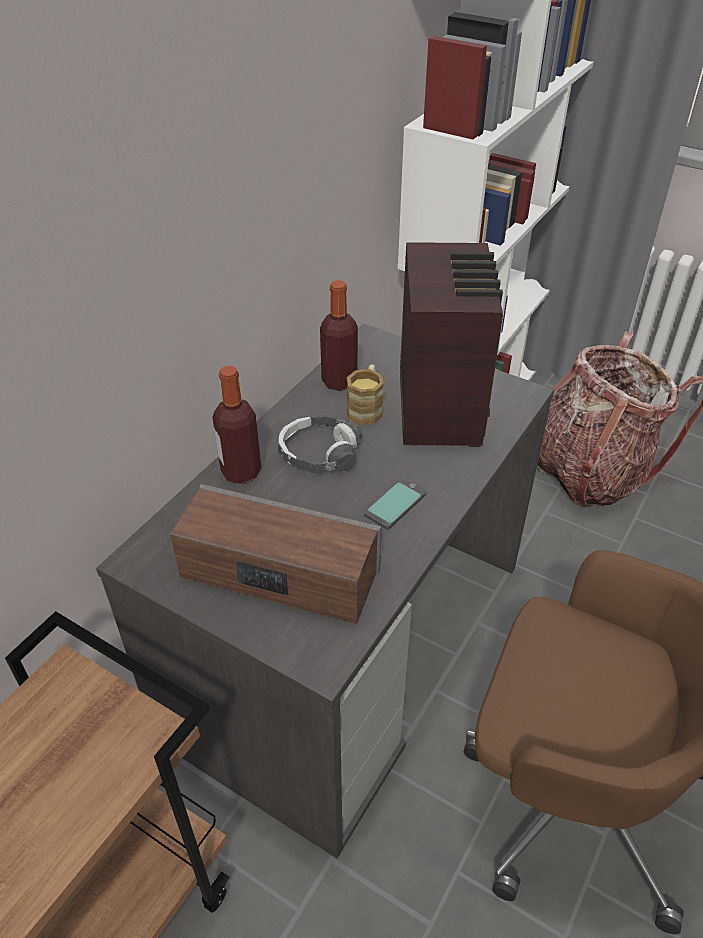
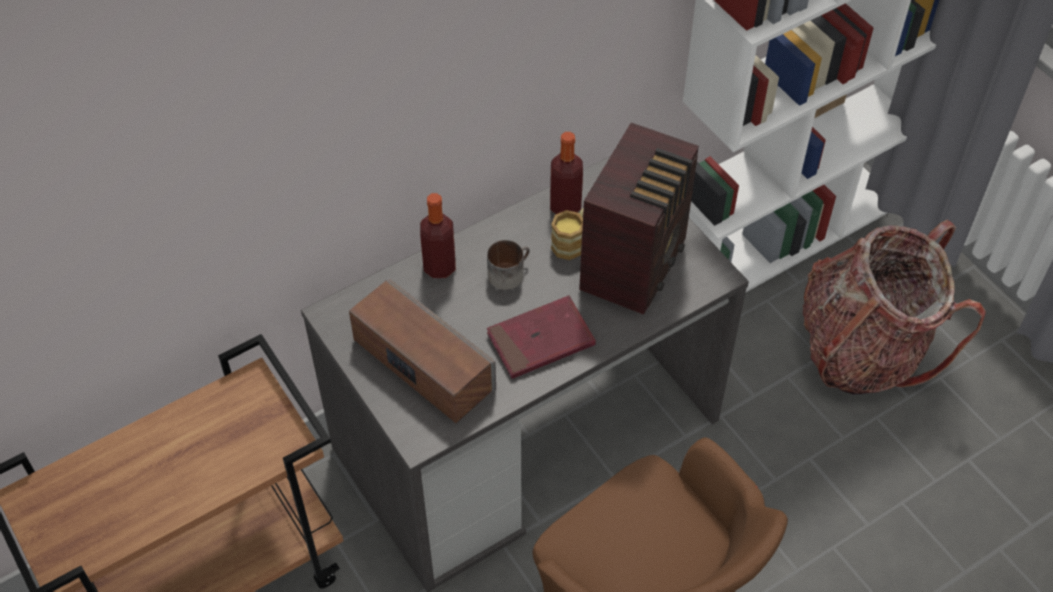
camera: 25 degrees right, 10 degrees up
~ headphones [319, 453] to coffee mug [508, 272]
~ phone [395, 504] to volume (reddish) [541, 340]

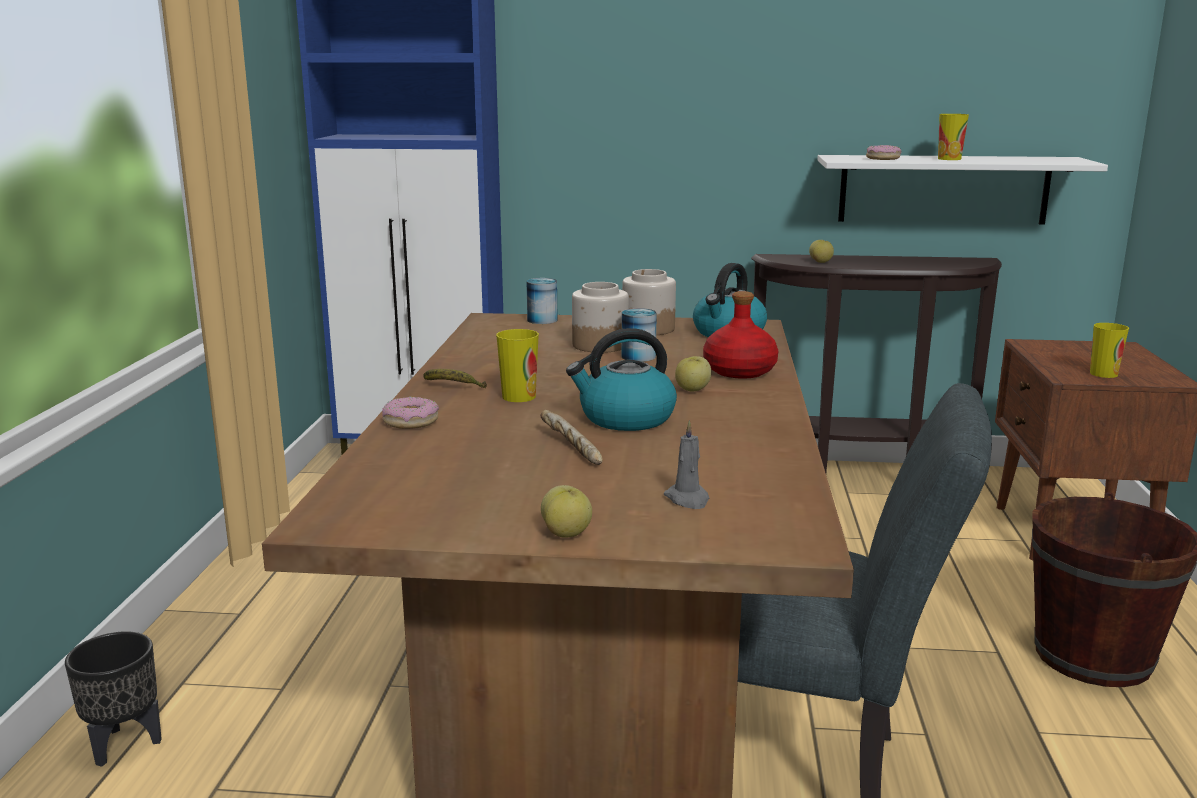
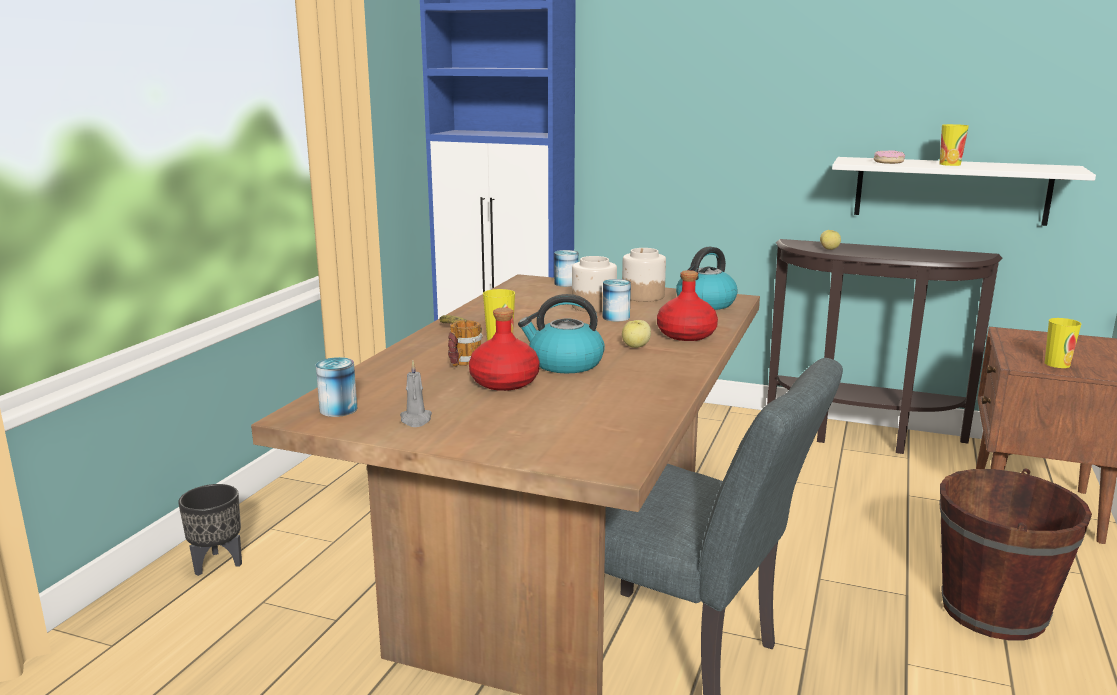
camera: 15 degrees right, 0 degrees up
+ metal can [338, 409]
~ wax light (greyish) [688, 499] to [416, 420]
+ coffee mug [463, 363]
~ baked bread [570, 448] to drink bottle (reddish) [505, 382]
- donut [410, 422]
- apple [566, 533]

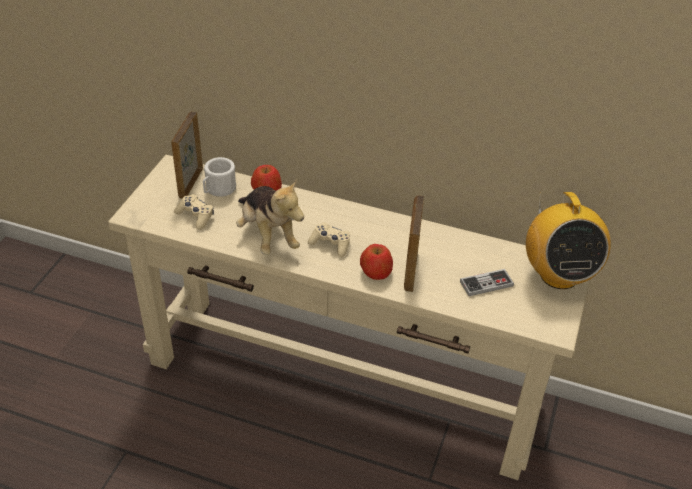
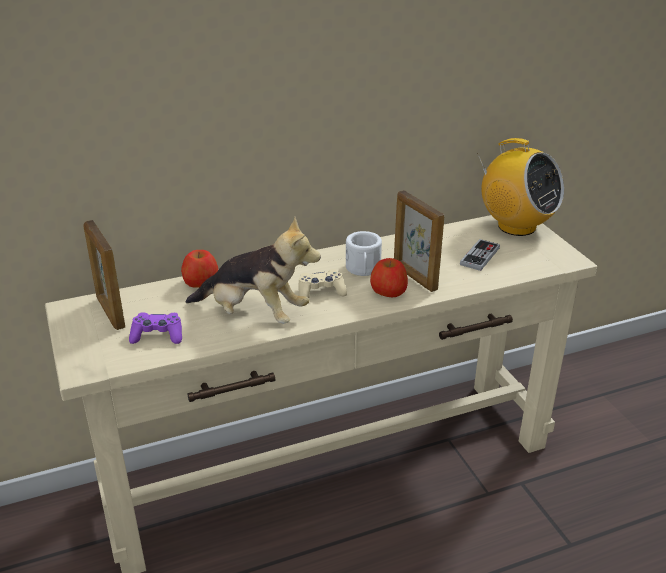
camera: 40 degrees left, 10 degrees down
~ joypad (beige) [195, 216] to joypad (purple) [157, 335]
~ coffee mug (whitish) [218, 189] to [363, 269]

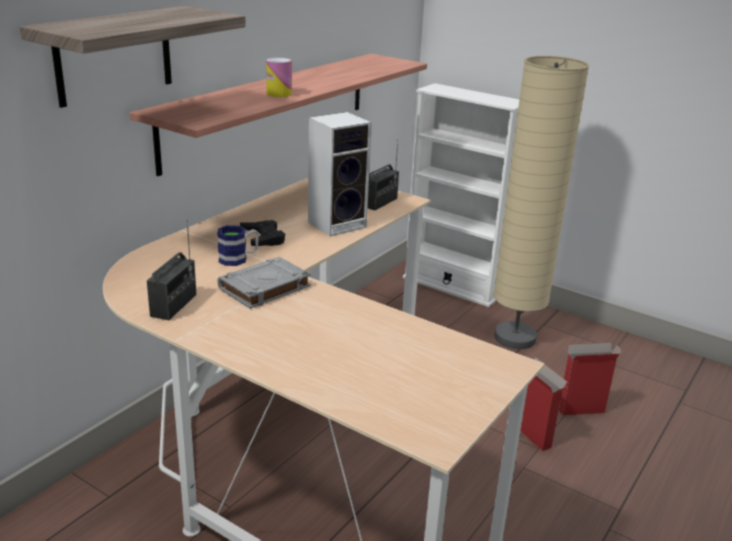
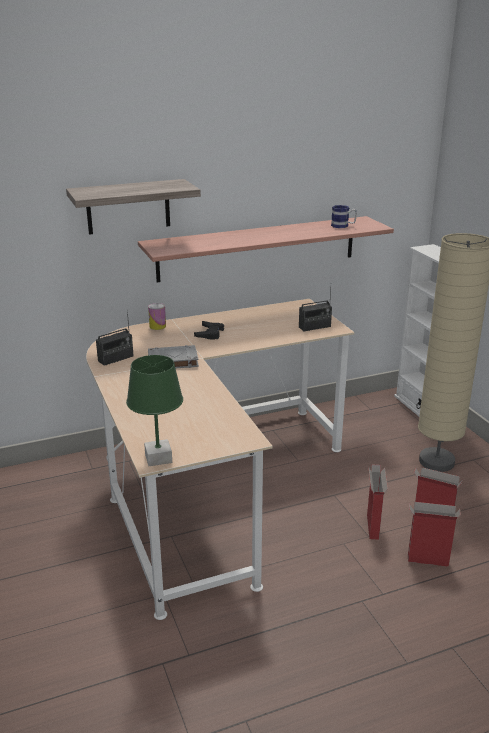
camera: 35 degrees right, 0 degrees up
+ table lamp (greenish) [158, 459]
~ metal can [279, 94] to [157, 326]
~ coffee mug [238, 258] to [343, 226]
+ carton [426, 560]
- audio speaker [338, 224]

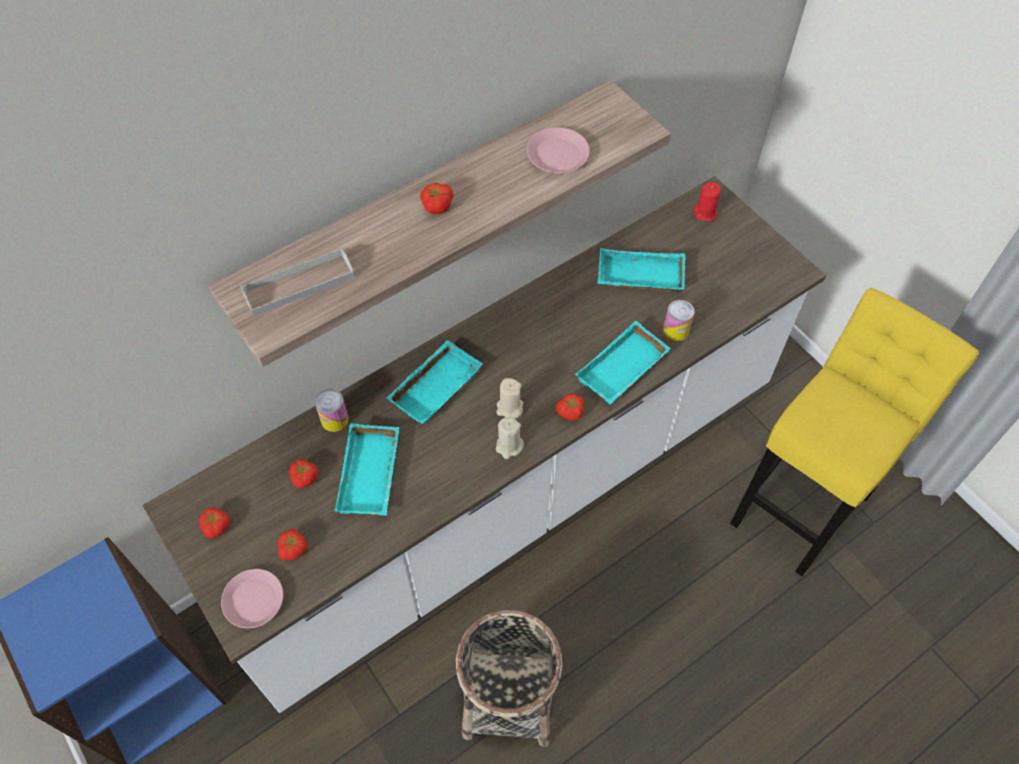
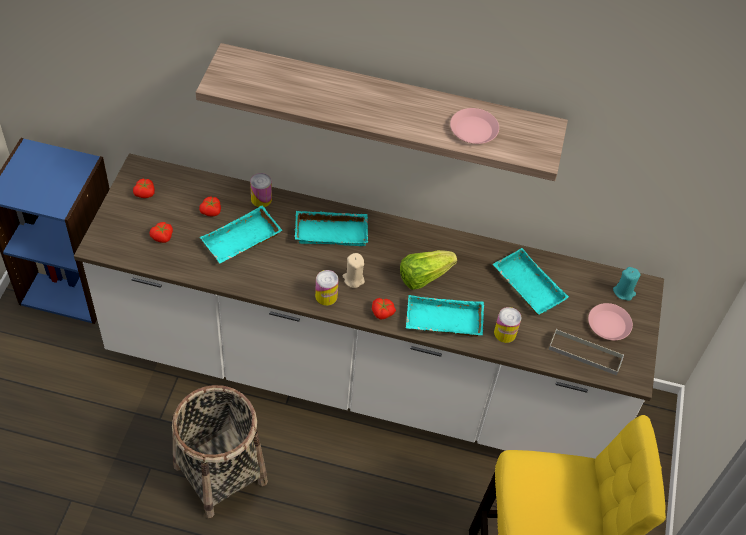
camera: 45 degrees right, 5 degrees down
~ wax light (beige) [509, 446] to metal can [326, 296]
+ head of lettuce [424, 277]
~ tray (greyish) [299, 285] to [585, 353]
~ flat dish (pink-coloured) [254, 600] to [609, 324]
~ wax light (reddish) [705, 213] to wax light (blue-green) [624, 292]
- fresh tomato [436, 205]

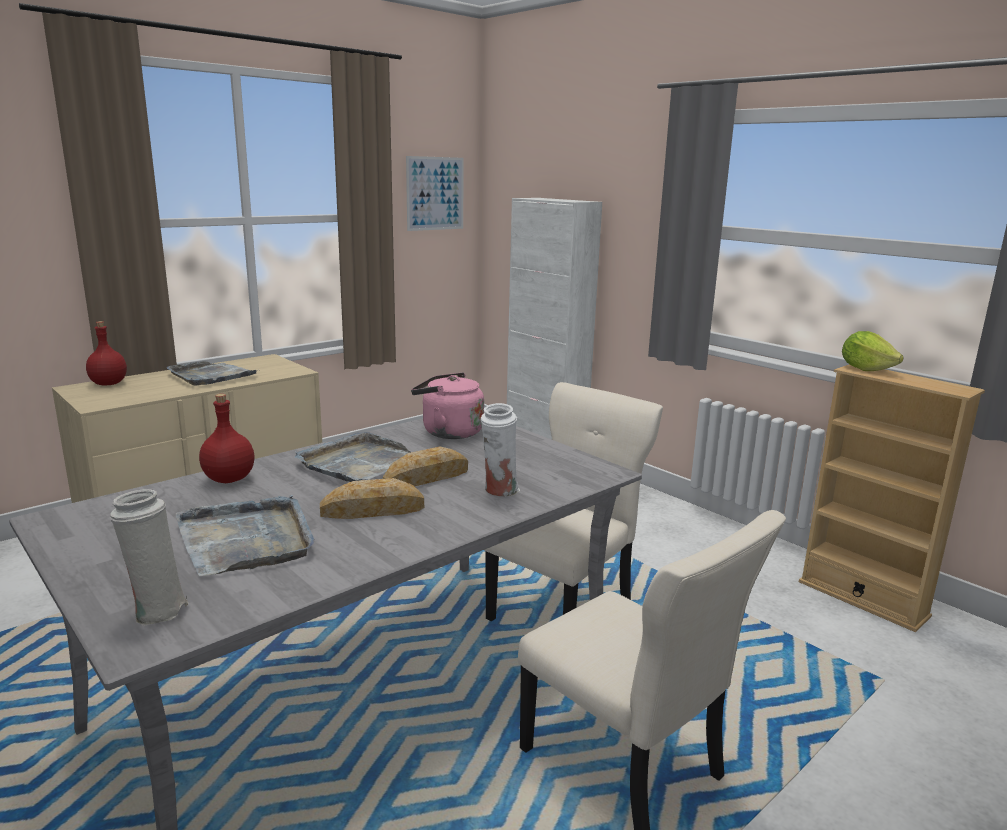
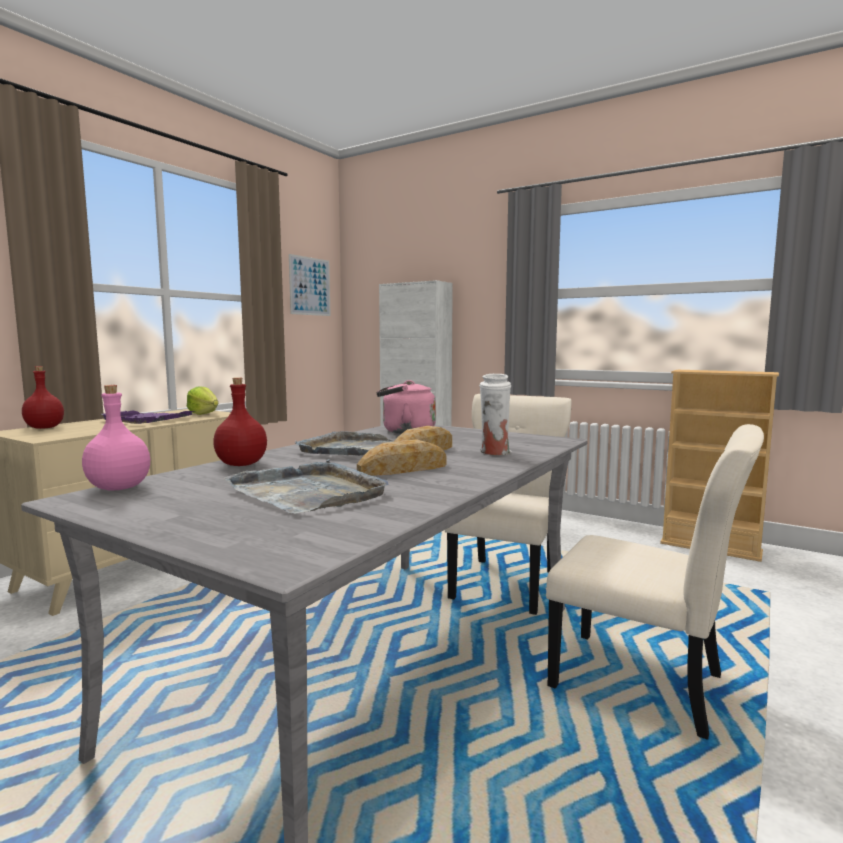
camera: 15 degrees left, 10 degrees down
+ drink bottle (pink-coloured) [117, 488]
~ tray (greyish) [211, 376] to tray (purple) [147, 419]
~ head of lettuce [866, 369] to [203, 414]
- flower vase (whitish) [156, 610]

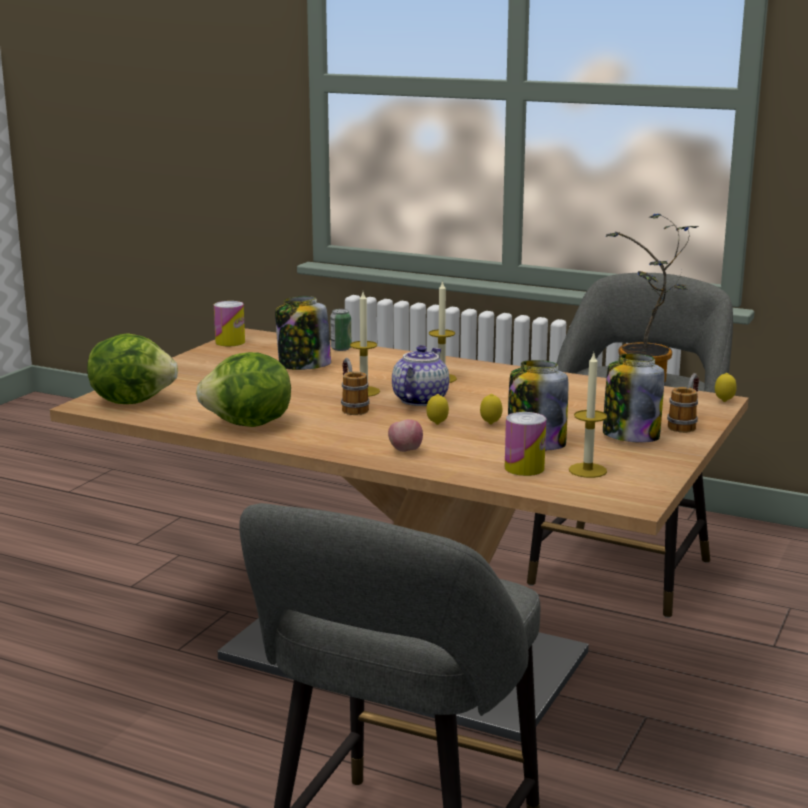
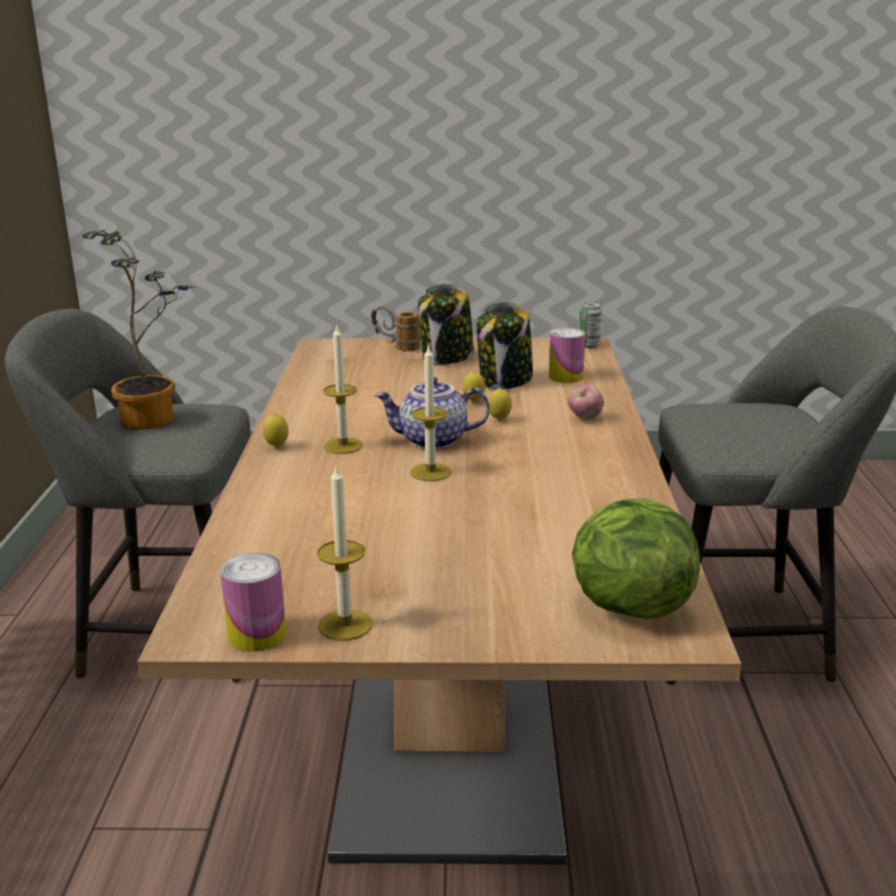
camera: 115 degrees left, 5 degrees up
~ citrus fruit [724, 402] to [277, 447]
~ wax light [587, 470] to [345, 625]
~ metal can [341, 348] to [589, 345]
- head of lettuce [249, 425]
- jar [303, 366]
- coffee mug [352, 407]

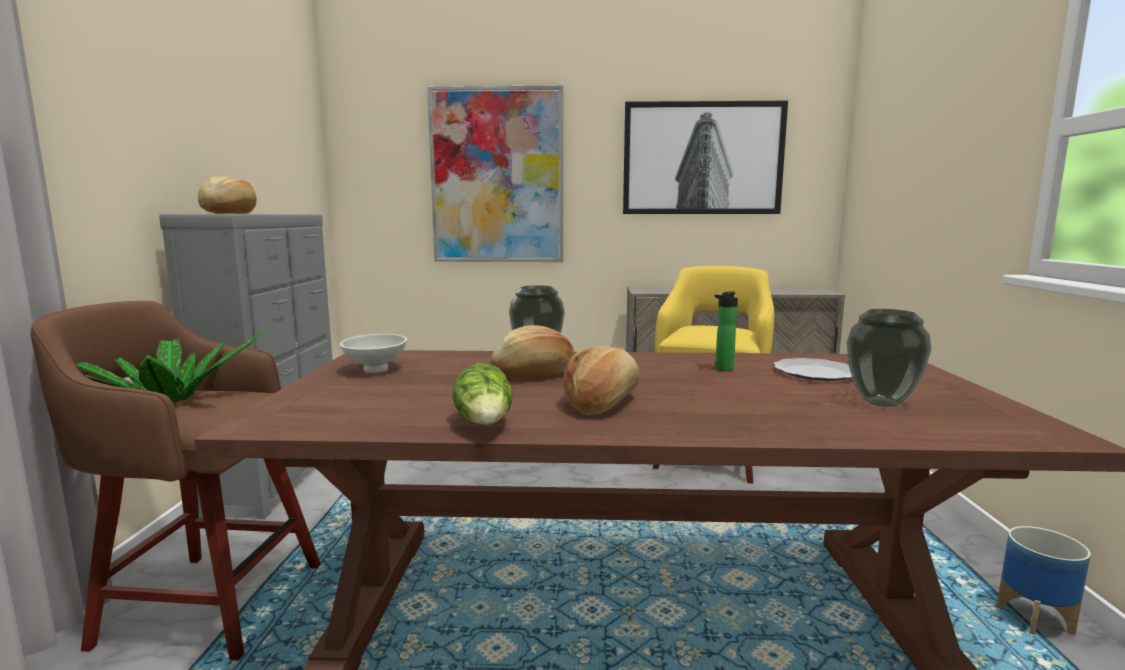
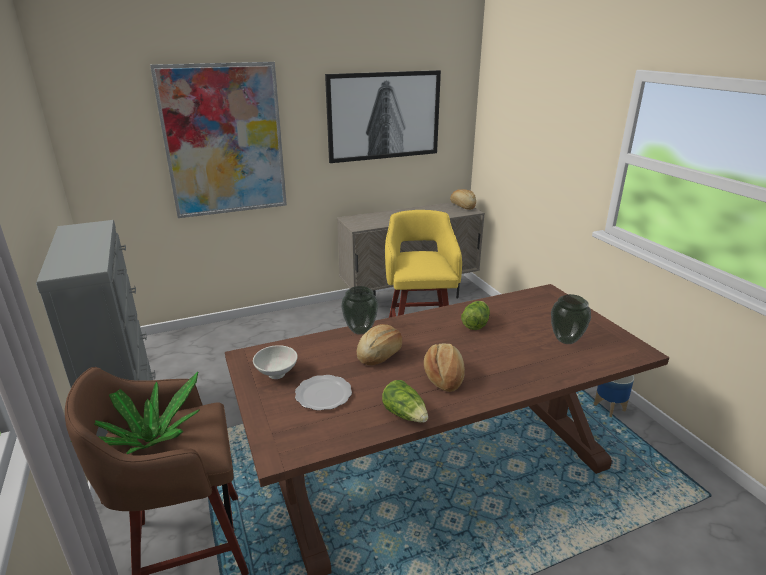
camera: 25 degrees left, 15 degrees up
~ flat dish [814, 373] to [322, 395]
~ baked bread [229, 213] to [462, 206]
~ drink bottle [722, 369] to head of lettuce [475, 323]

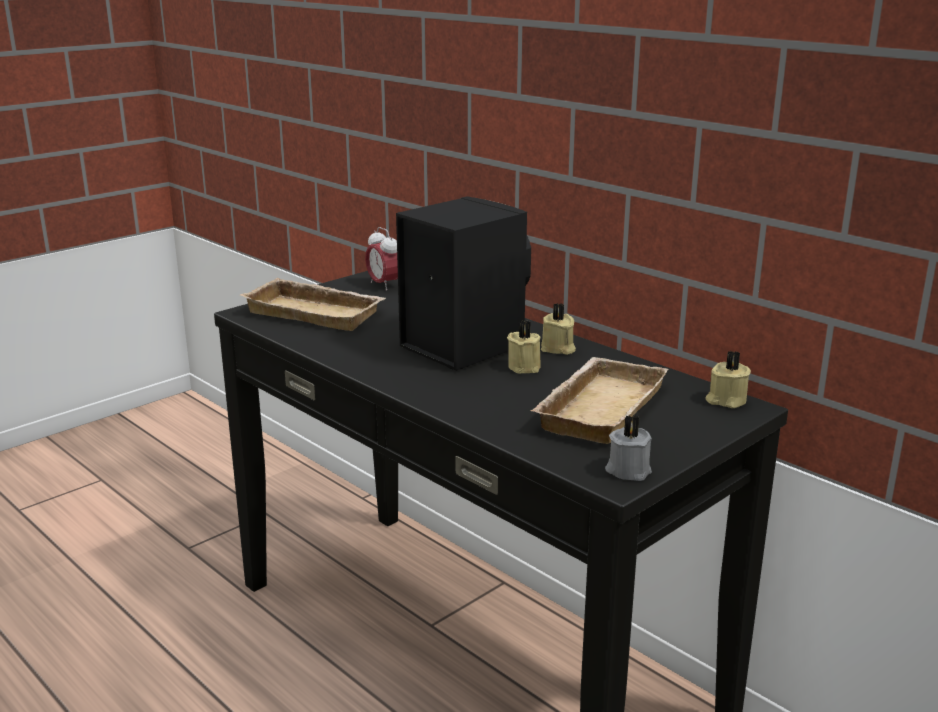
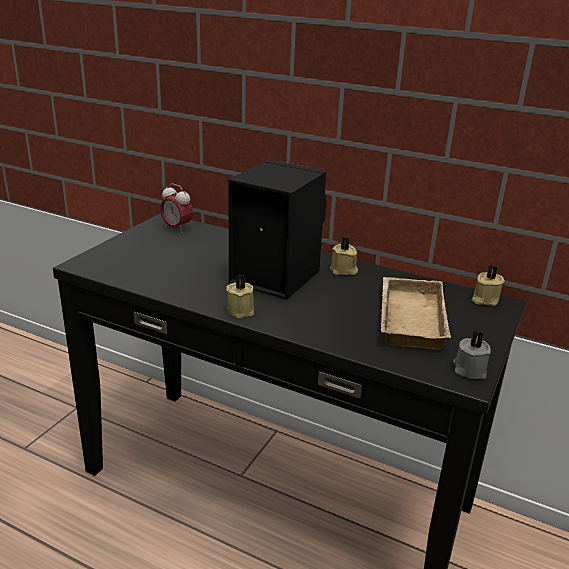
camera: 20 degrees left, 5 degrees up
~ wax light (beige) [525, 366] to [241, 310]
- tray (beige) [317, 312]

